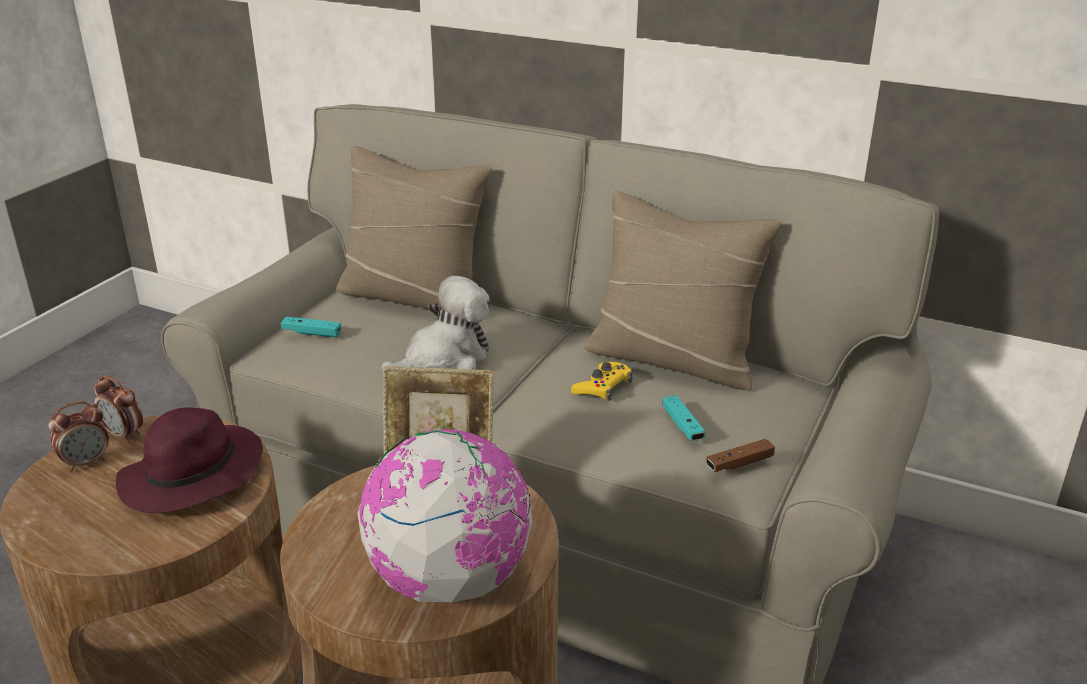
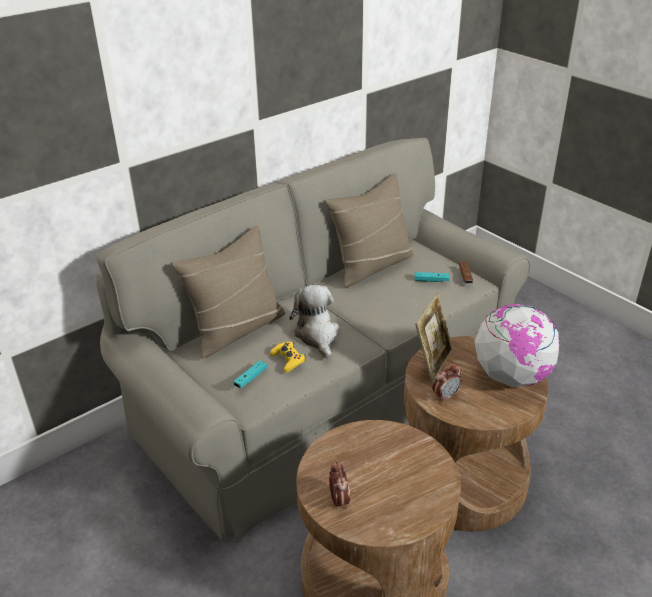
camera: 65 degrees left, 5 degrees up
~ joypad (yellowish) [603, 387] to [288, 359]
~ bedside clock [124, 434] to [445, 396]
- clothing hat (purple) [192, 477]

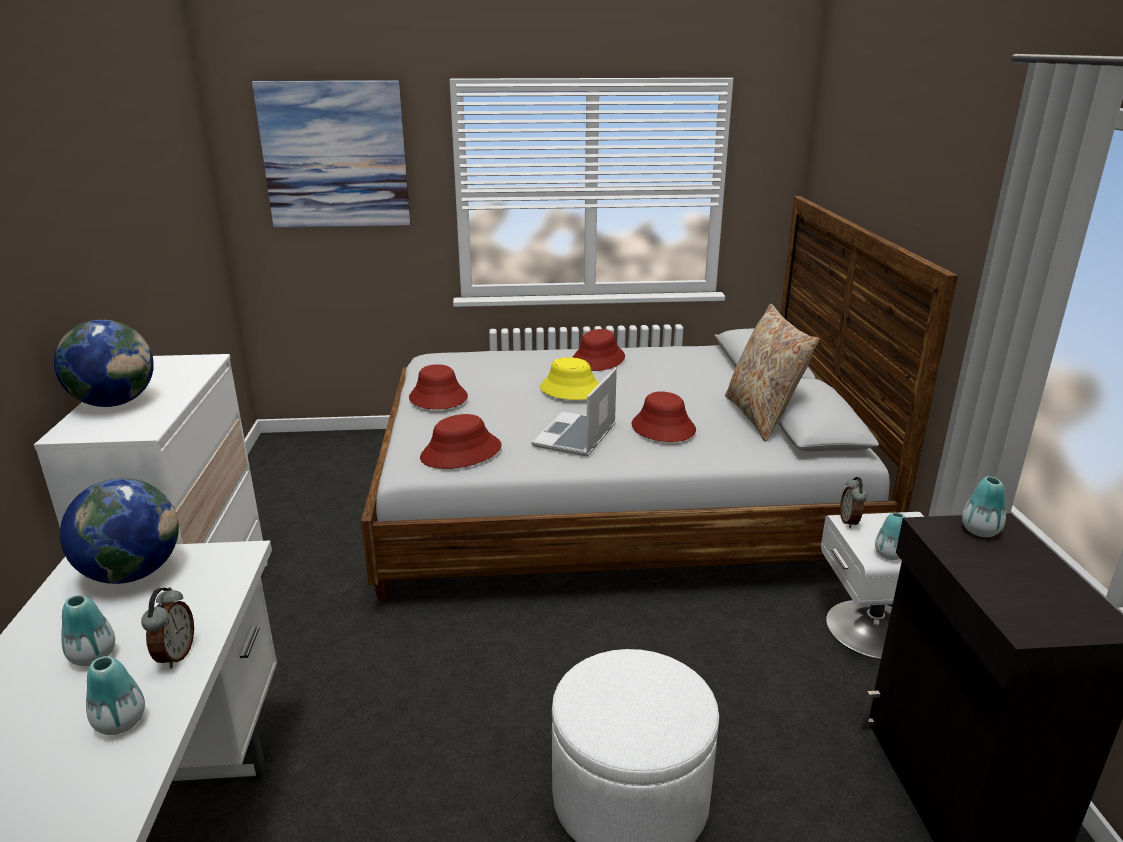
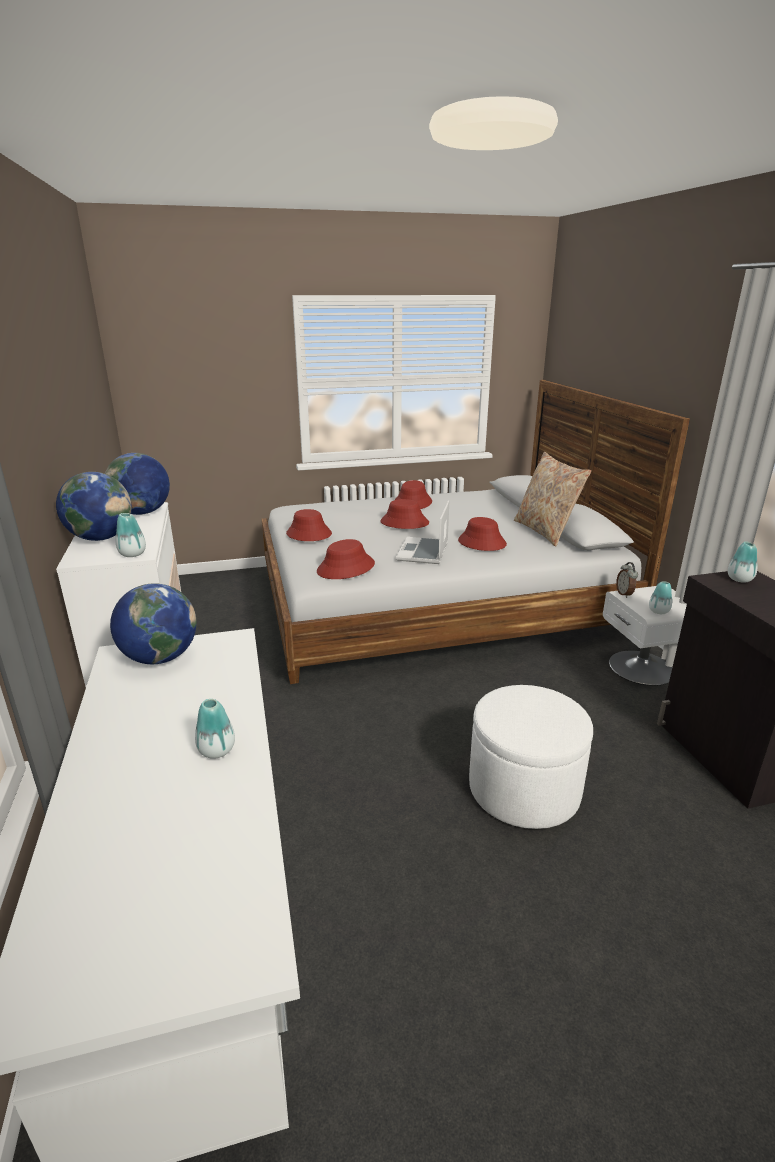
camera: 10 degrees left, 0 degrees up
+ desk globe [142, 513]
~ flower vase [93, 656] to [132, 554]
~ clothing hat (yellowish) [571, 390] to clothing hat (reddish) [404, 523]
- bedside clock [175, 655]
- wall picture [335, 155]

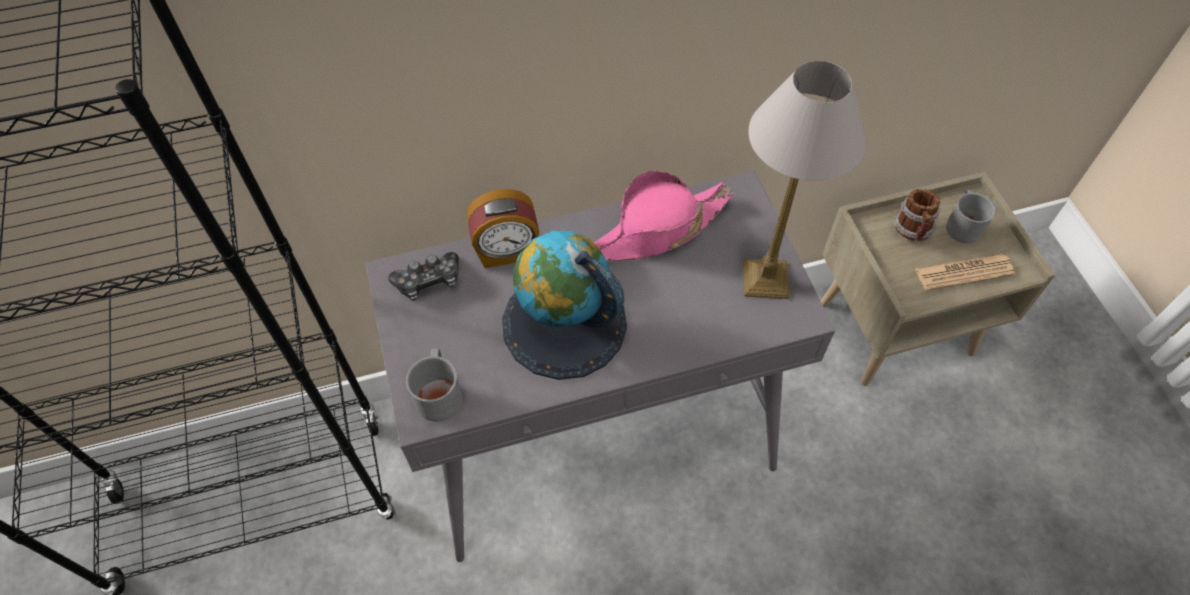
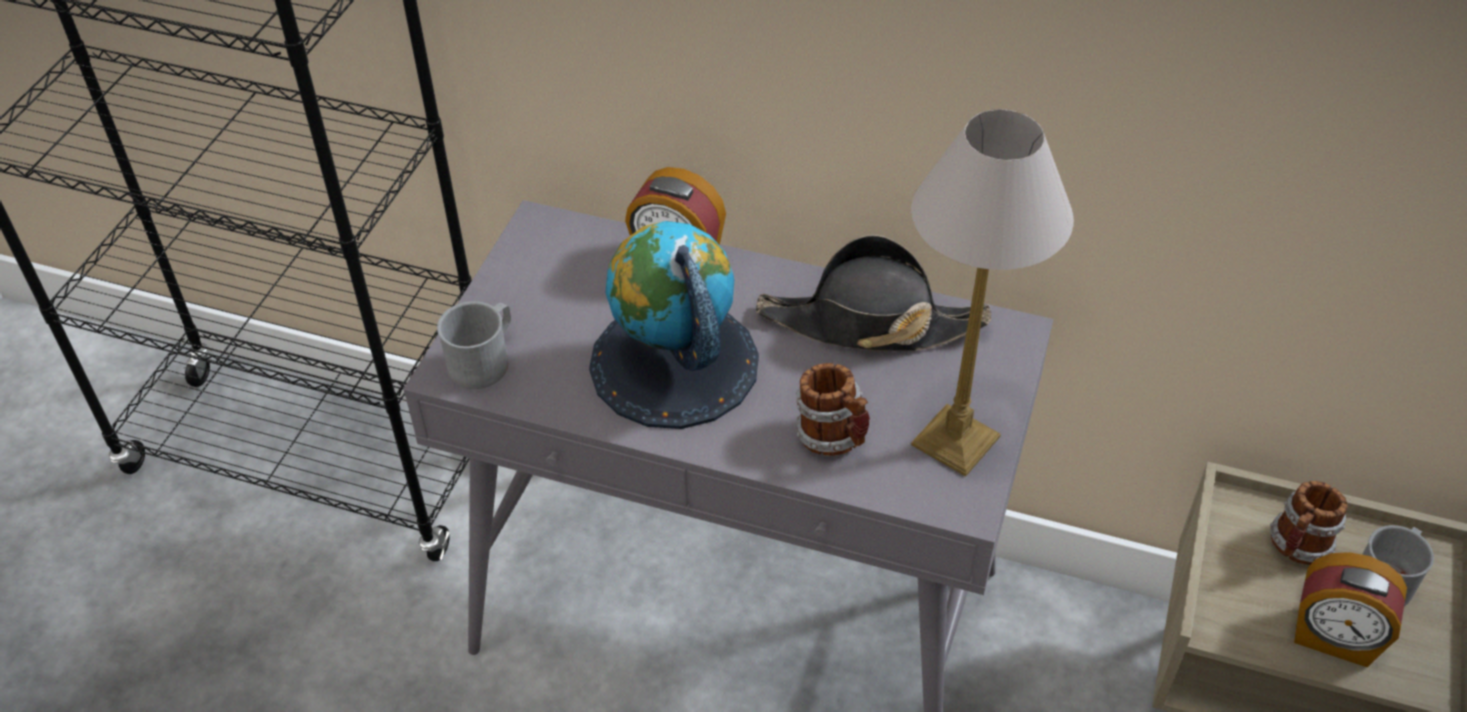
camera: 35 degrees right, 10 degrees down
~ clothing hat (pink-coloured) [658, 229] to clothing hat (black-coloured) [870, 323]
+ coffee mug [834, 438]
~ printed paper [964, 272] to bedside clock [1333, 638]
- joypad [429, 282]

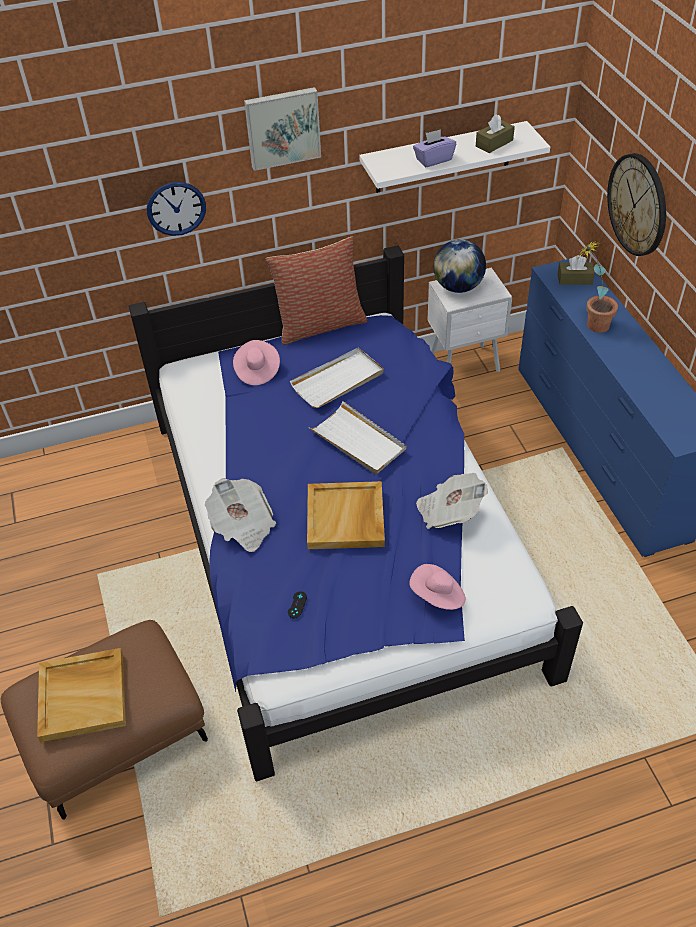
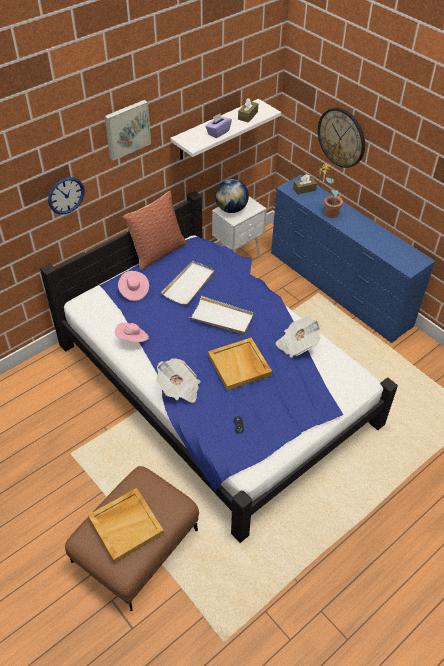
camera: 25 degrees left, 0 degrees up
~ clothing hat (pink-coloured) [438, 596] to [132, 339]

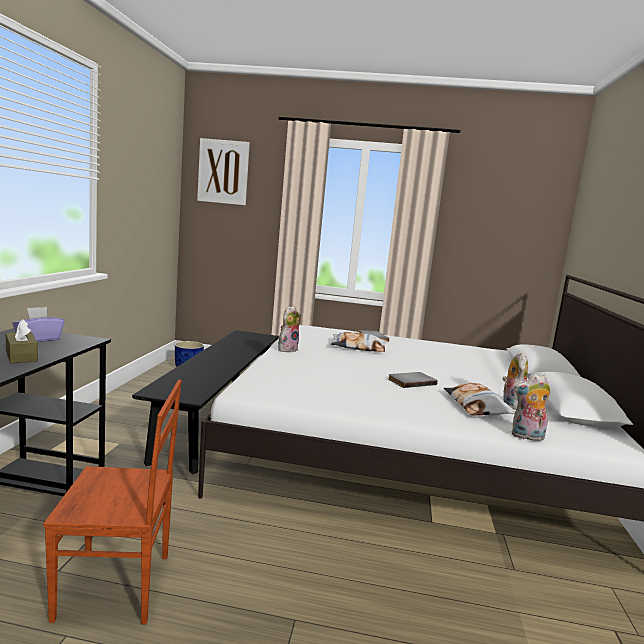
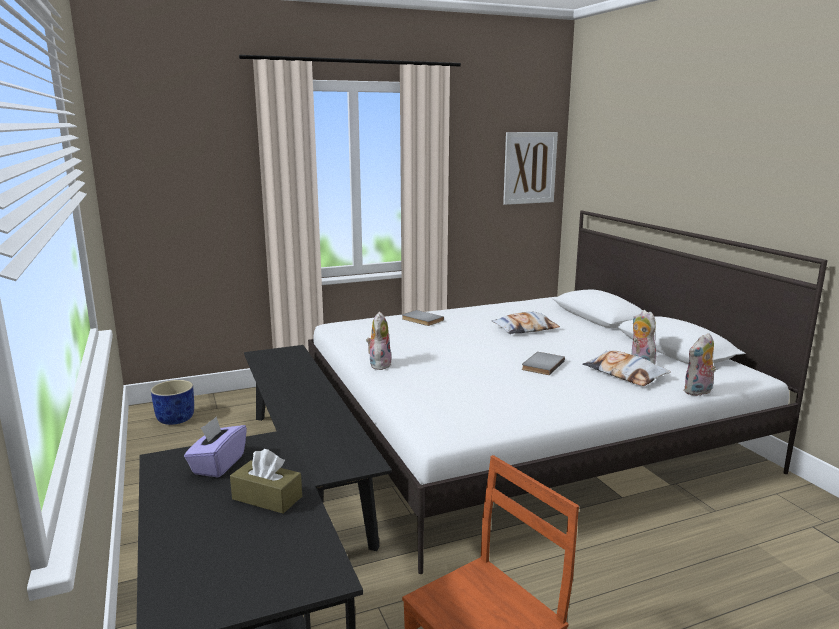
camera: 30 degrees left, 5 degrees up
~ pillow [358, 347] to [525, 329]
~ wall picture [223, 172] to [529, 168]

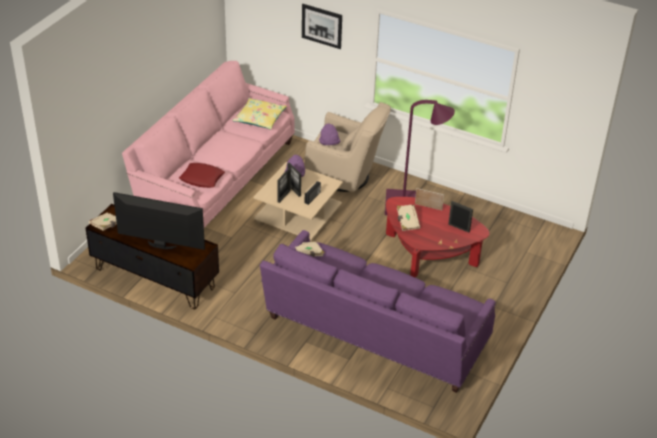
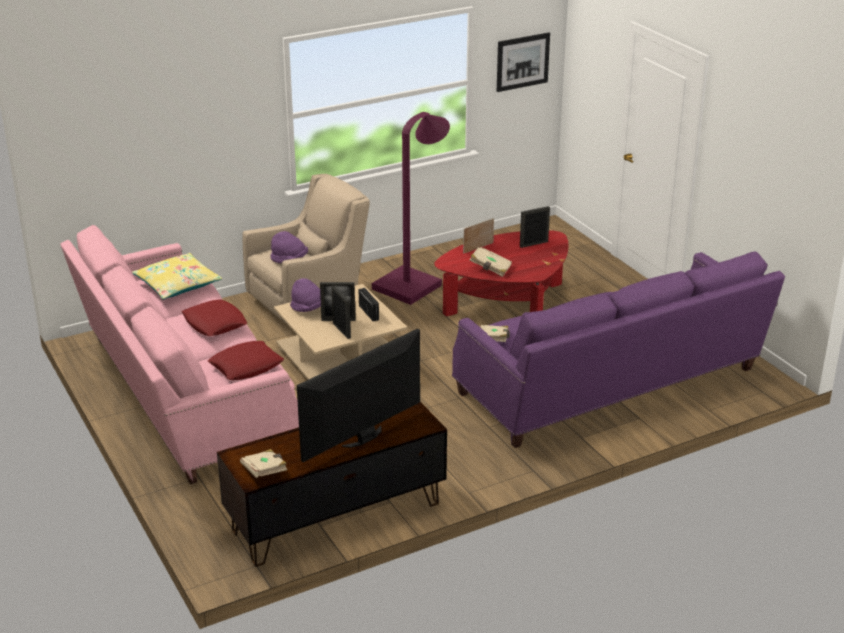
camera: 55 degrees left, 10 degrees down
+ pillow (reddish) [214, 323]
~ wall picture [322, 26] to [522, 62]

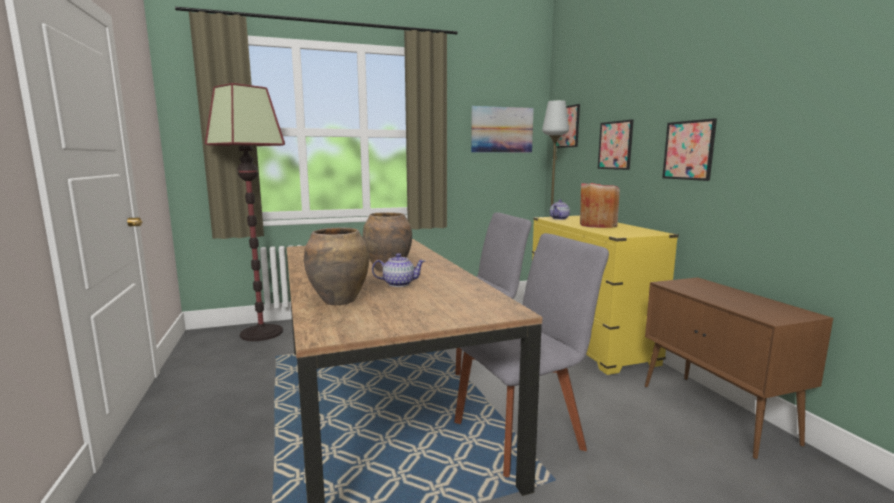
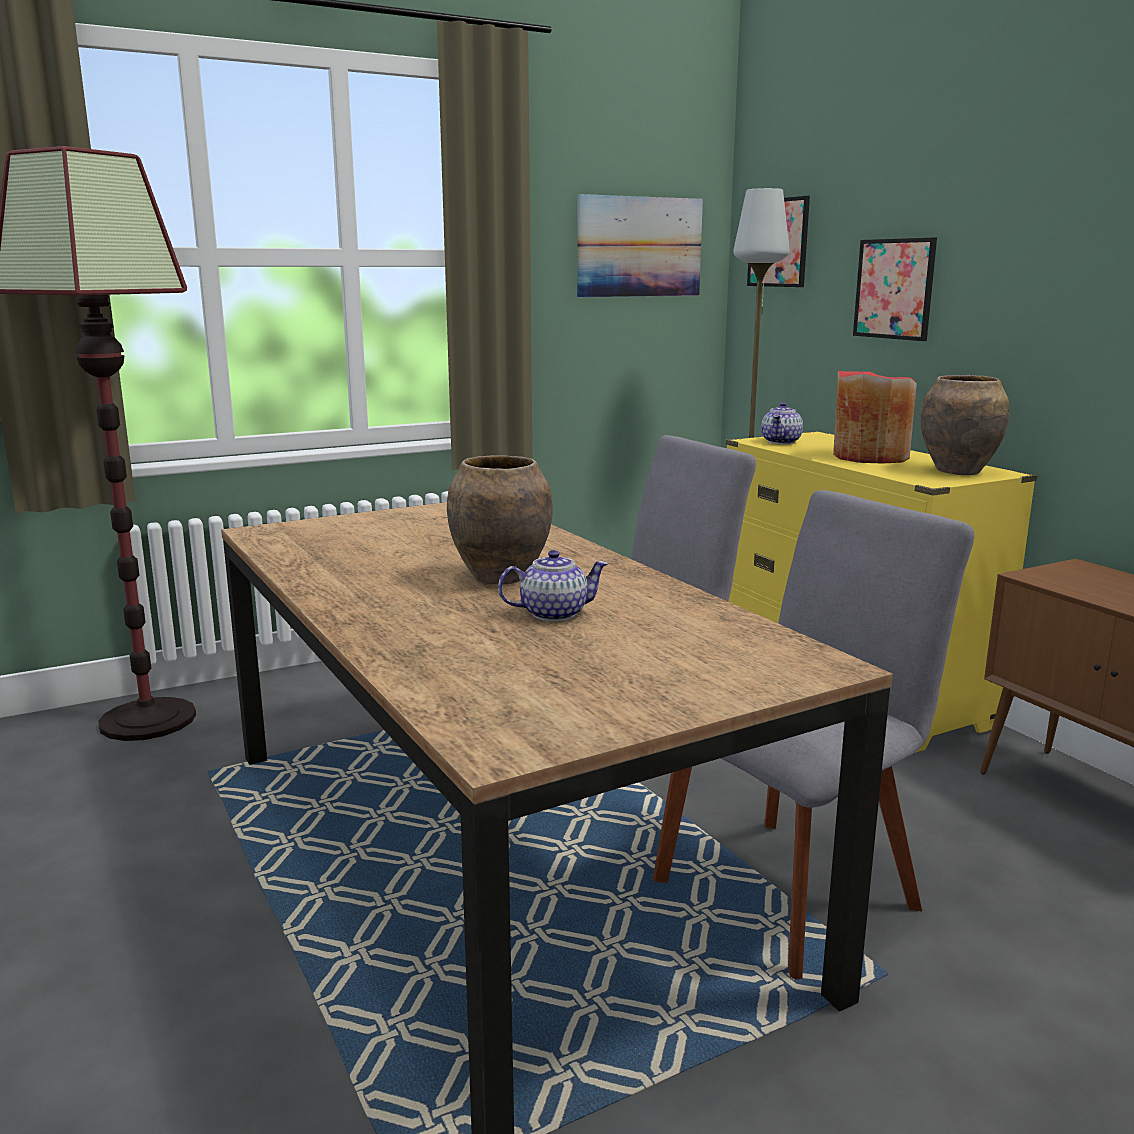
camera: 10 degrees left, 5 degrees up
~ flower vase (brownish) [340, 301] to [959, 471]
- wall picture [688, 150]

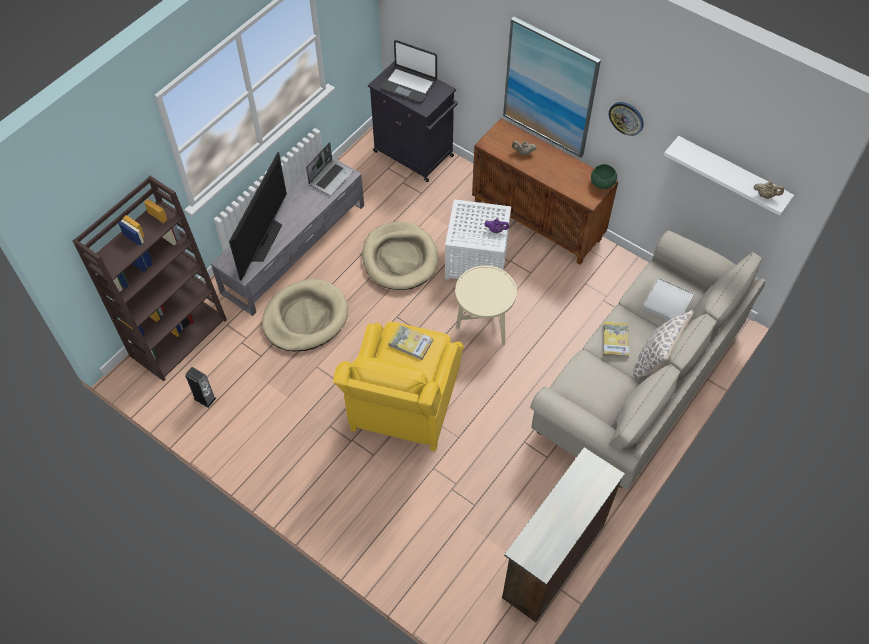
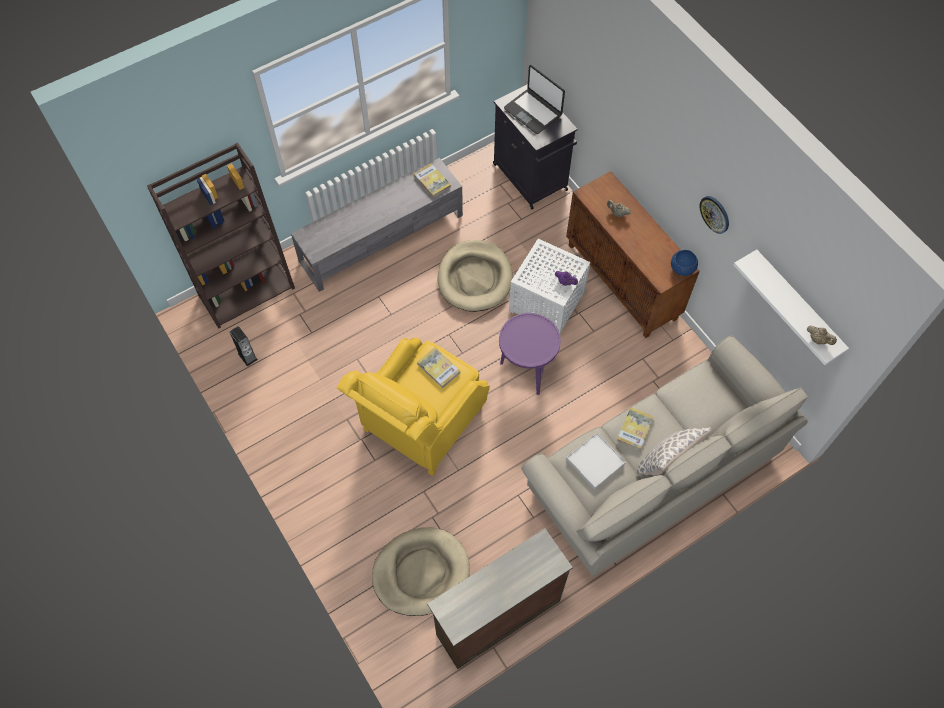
camera: 20 degrees right, 5 degrees up
~ dog bed (beige) [305, 318] to [421, 572]
~ laptop [331, 177] to volume [432, 181]
~ end table (beige) [483, 325] to end table (purple) [526, 369]
~ tray (whitish) [667, 302] to [595, 461]
~ deep dish (greenish) [602, 184] to deep dish (blue-coloured) [682, 269]
- television [263, 240]
- wall picture [550, 88]

